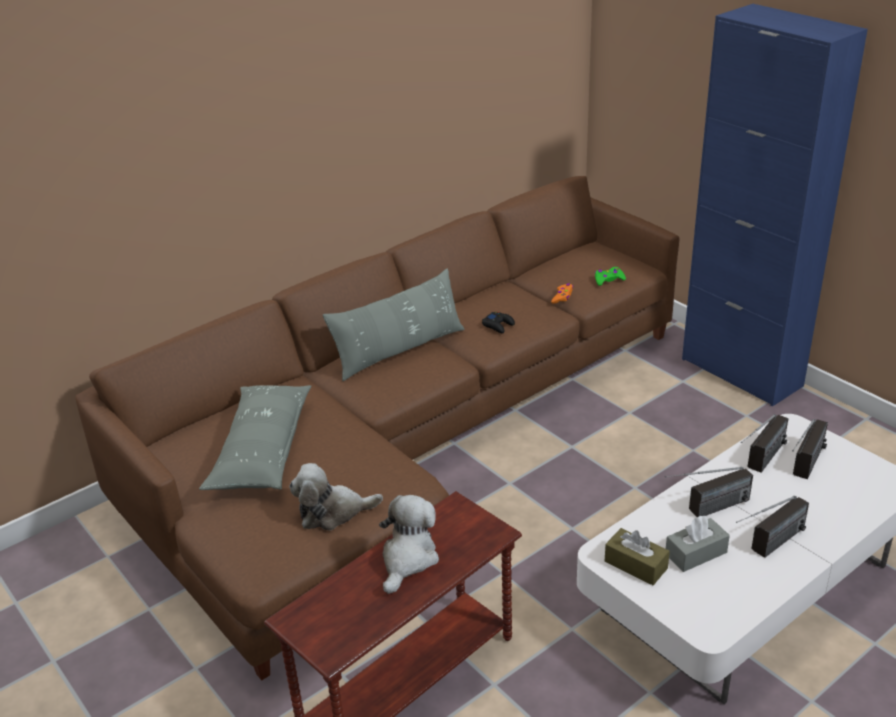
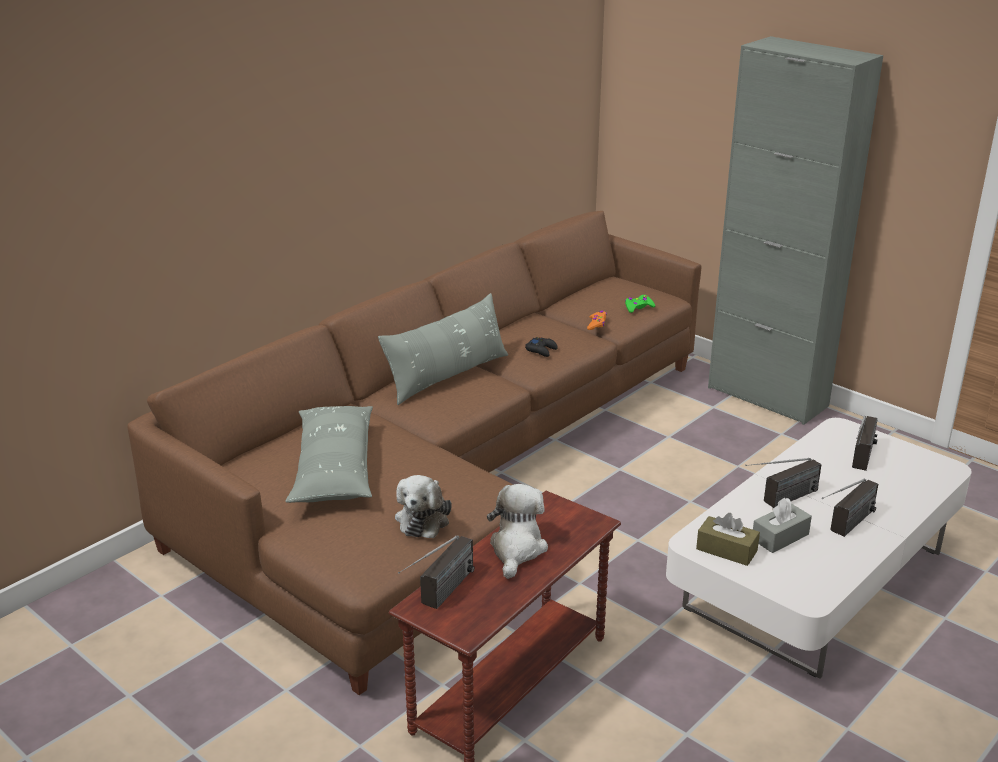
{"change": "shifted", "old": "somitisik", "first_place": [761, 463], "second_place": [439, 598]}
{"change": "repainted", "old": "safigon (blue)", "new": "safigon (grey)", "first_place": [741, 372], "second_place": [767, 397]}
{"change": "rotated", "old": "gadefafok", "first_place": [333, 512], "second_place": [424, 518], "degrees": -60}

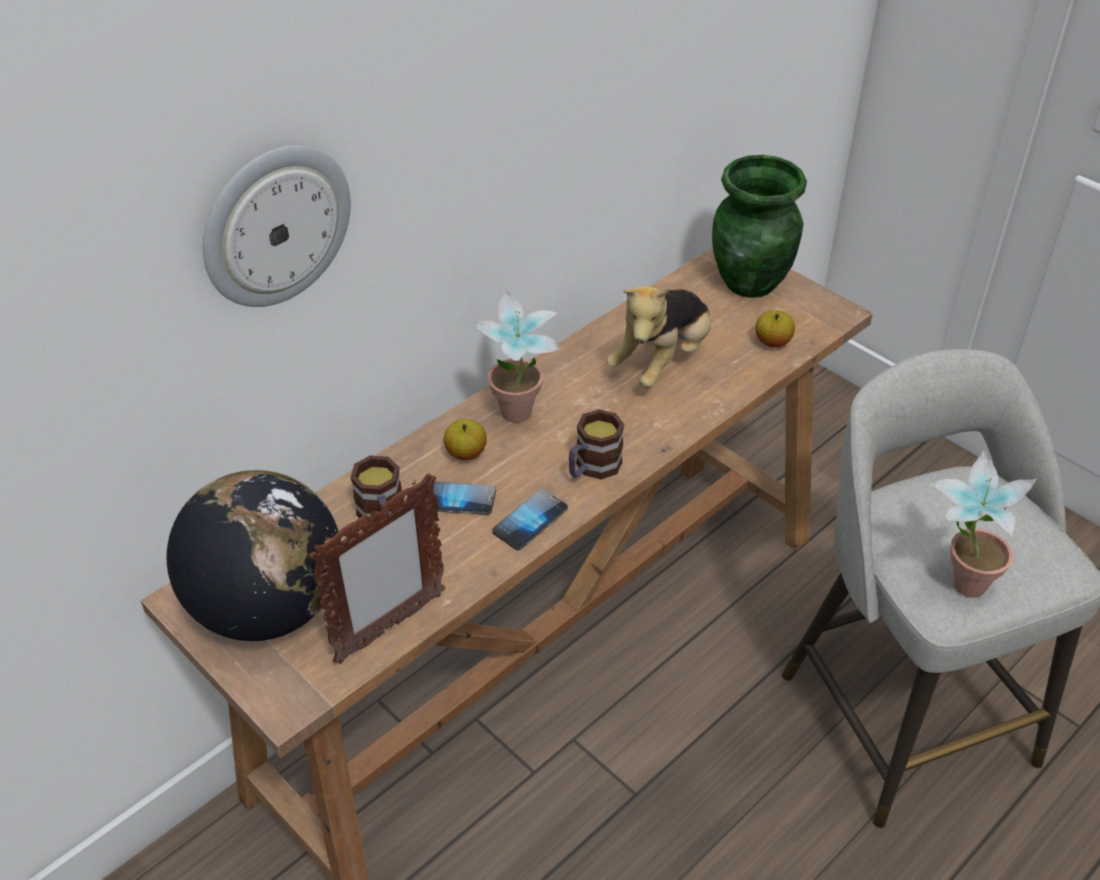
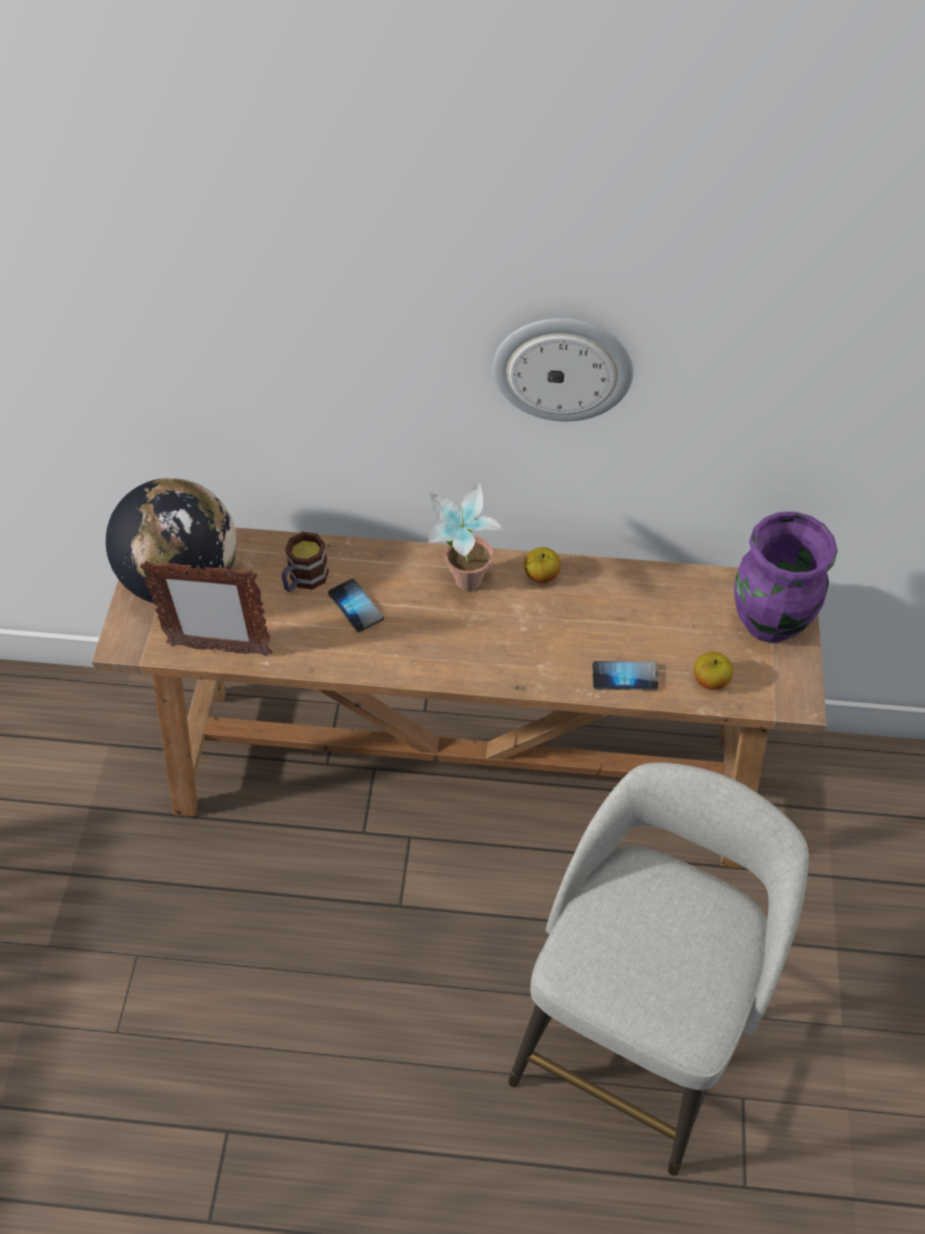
{"change": "gone", "old": "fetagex", "first_place": [592, 468]}
{"change": "gone", "old": "gadefafok", "first_place": [662, 361]}
{"change": "gone", "old": "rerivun", "first_place": [956, 584]}
{"change": "shifted", "old": "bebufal", "first_place": [275, 225], "second_place": [563, 367]}
{"change": "shifted", "old": "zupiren", "first_place": [466, 453], "second_place": [541, 575]}
{"change": "shifted", "old": "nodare", "first_place": [530, 521], "second_place": [624, 677]}
{"change": "repainted", "old": "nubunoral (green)", "new": "nubunoral (purple)", "first_place": [751, 283], "second_place": [769, 623]}

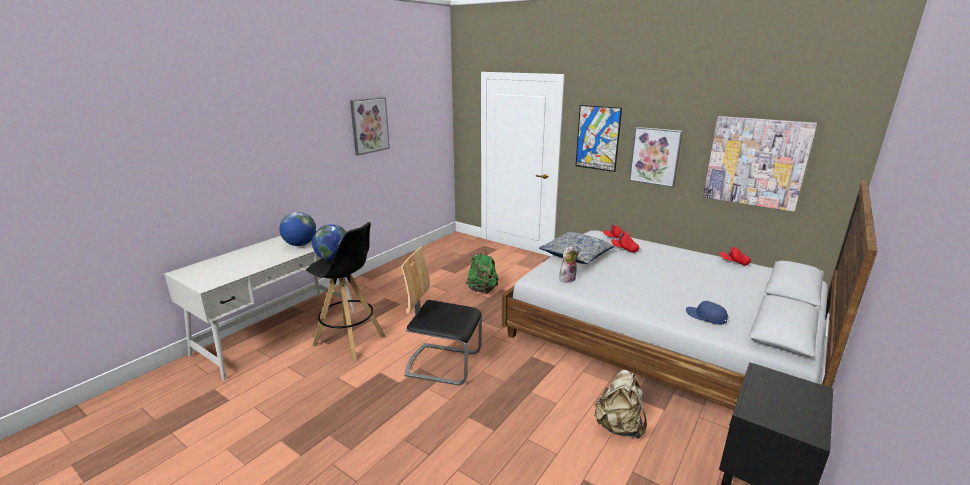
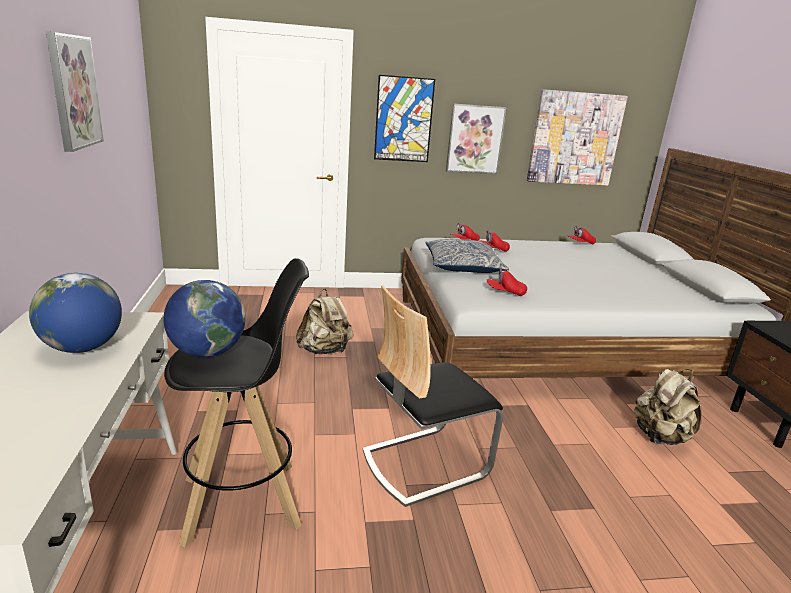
{"change": "gone", "old": "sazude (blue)", "first_place": [706, 317]}
{"change": "swapped", "old": "gadefafok", "new": "sazude (red)", "first_place": [567, 278], "second_place": [505, 292]}
{"change": "repainted", "old": "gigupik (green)", "new": "gigupik (beige)", "first_place": [482, 290], "second_place": [325, 350]}

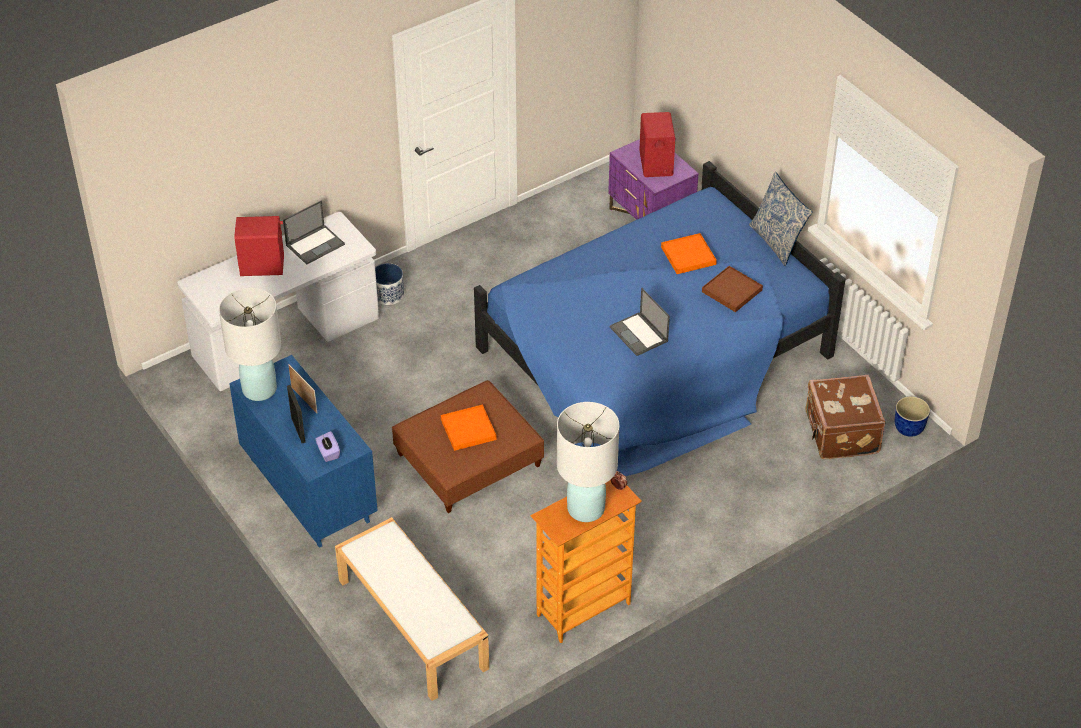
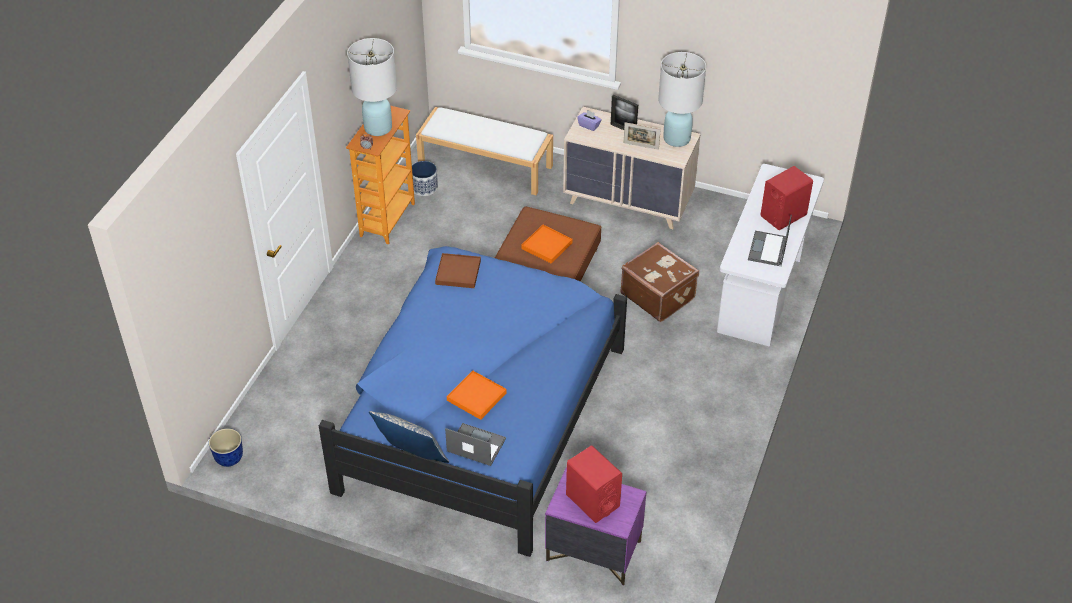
{"change": "shifted", "old": "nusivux", "first_place": [388, 295], "second_place": [424, 187]}
{"change": "shifted", "old": "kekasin", "first_place": [639, 334], "second_place": [475, 445]}
{"change": "shifted", "old": "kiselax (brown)", "first_place": [731, 291], "second_place": [458, 272]}
{"change": "shifted", "old": "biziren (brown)", "first_place": [840, 434], "second_place": [658, 295]}
{"change": "repainted", "old": "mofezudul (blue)", "new": "mofezudul (beige)", "first_place": [308, 490], "second_place": [628, 202]}

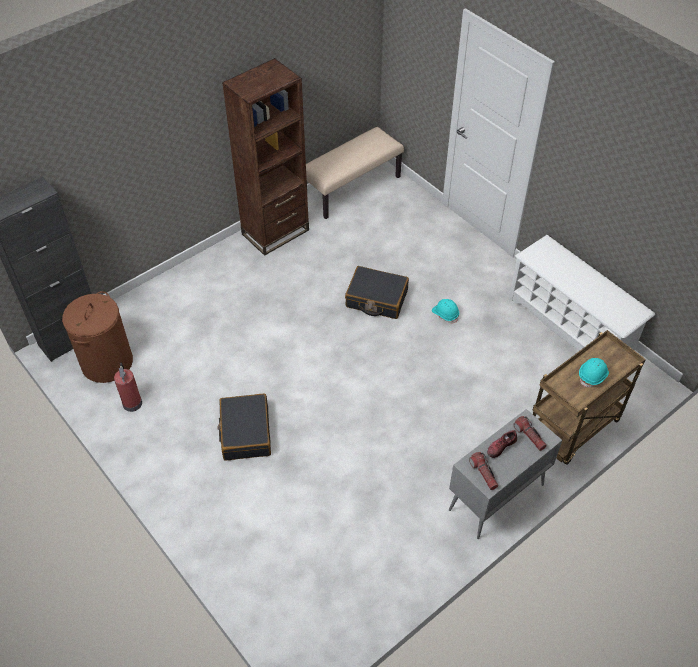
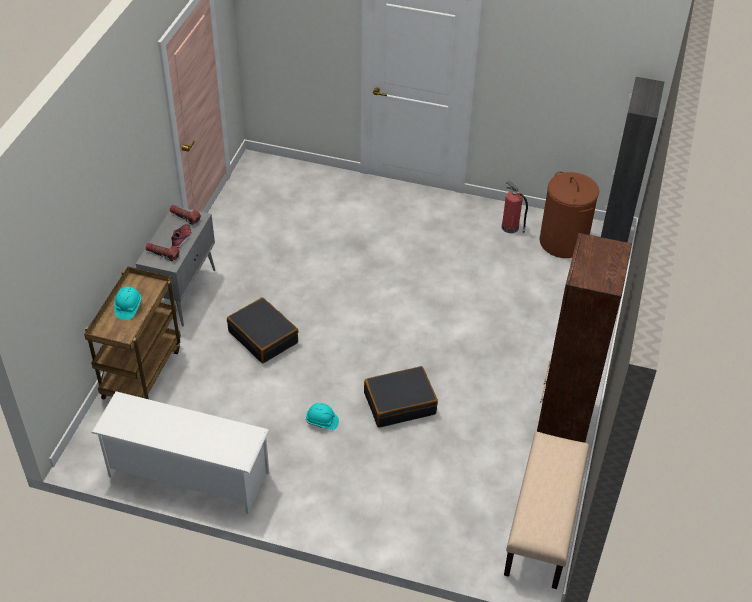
{"change": "shifted", "old": "biziren (black)", "first_place": [245, 432], "second_place": [263, 337]}

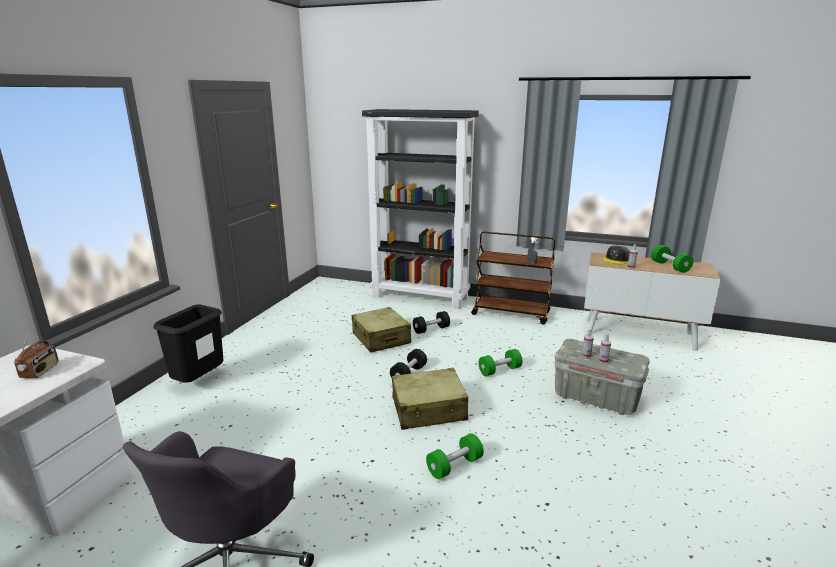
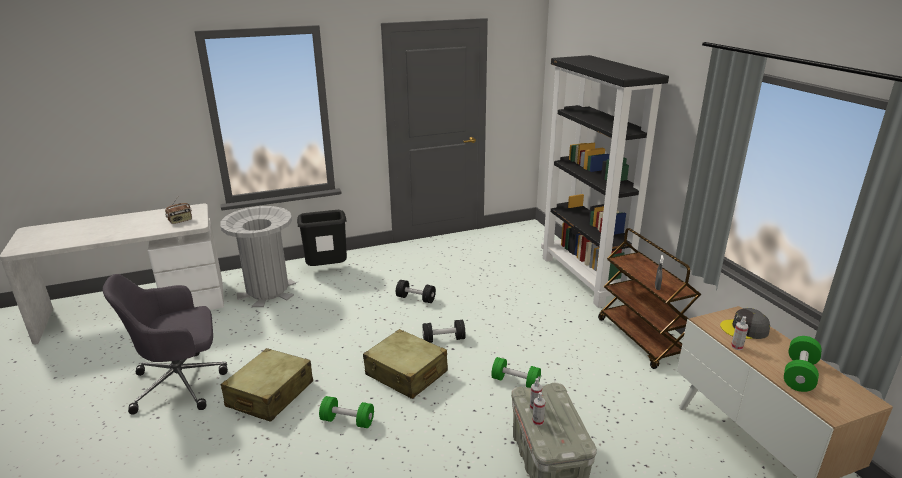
{"change": "new", "new": "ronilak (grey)", "second_place": [268, 291]}
{"change": "shifted", "old": "biziren (beige)", "first_place": [381, 339], "second_place": [270, 394]}
{"change": "shifted", "old": "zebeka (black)", "first_place": [431, 329], "second_place": [415, 298]}

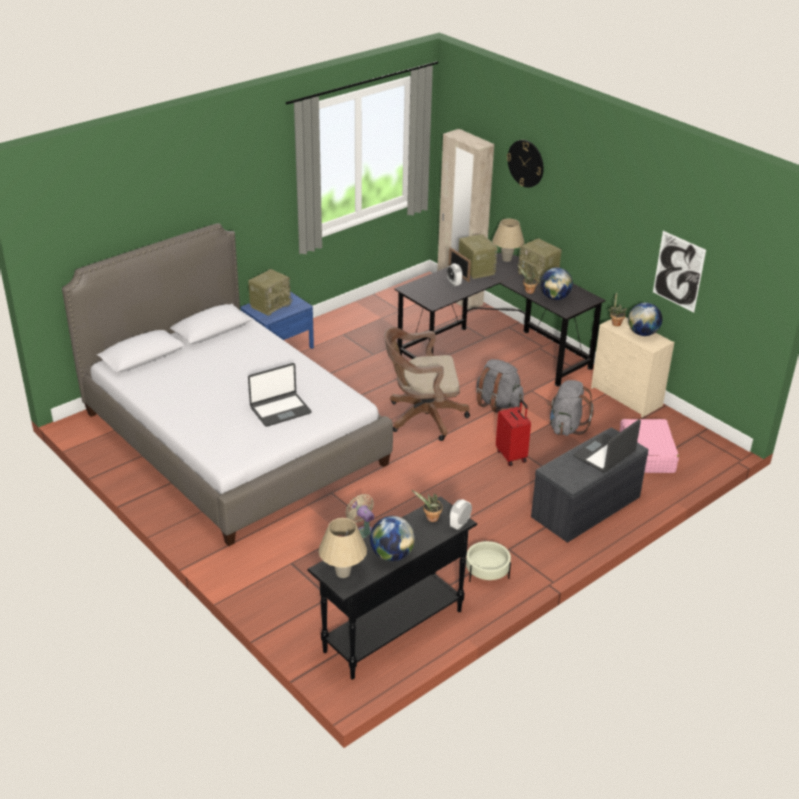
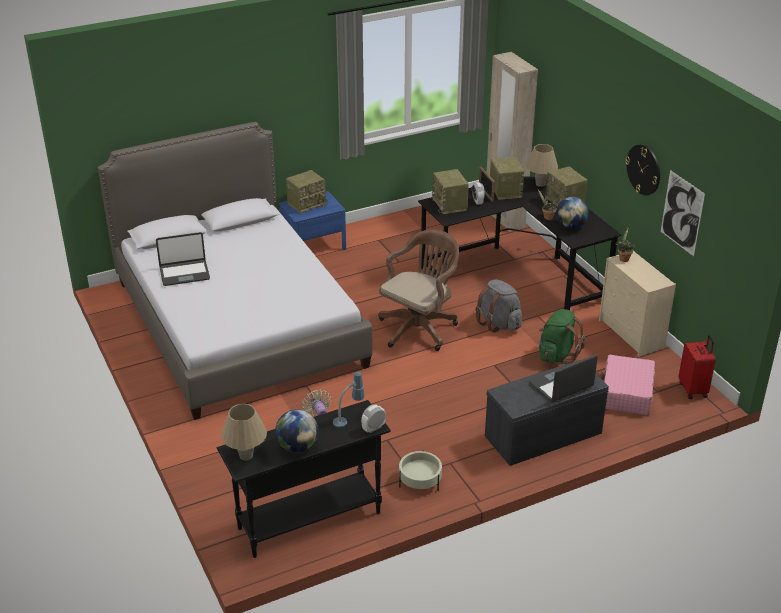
{"change": "gone", "old": "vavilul", "first_place": [642, 333]}
{"change": "new", "new": "somitisik", "second_place": [450, 205]}
{"change": "shifted", "old": "kekasin", "first_place": [280, 410], "second_place": [184, 273]}
{"change": "shifted", "old": "biziren (red)", "first_place": [512, 456], "second_place": [693, 389]}
{"change": "shifted", "old": "bebufal", "first_place": [526, 163], "second_place": [644, 169]}
{"change": "swapped", "old": "rerivun", "new": "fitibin", "first_place": [430, 518], "second_place": [348, 419]}
{"change": "repainted", "old": "gigupik (grey)", "new": "gigupik (green)", "first_place": [566, 427], "second_place": [557, 355]}
{"change": "rotated", "old": "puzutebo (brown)", "first_place": [422, 417], "second_place": [420, 327], "degrees": 120}

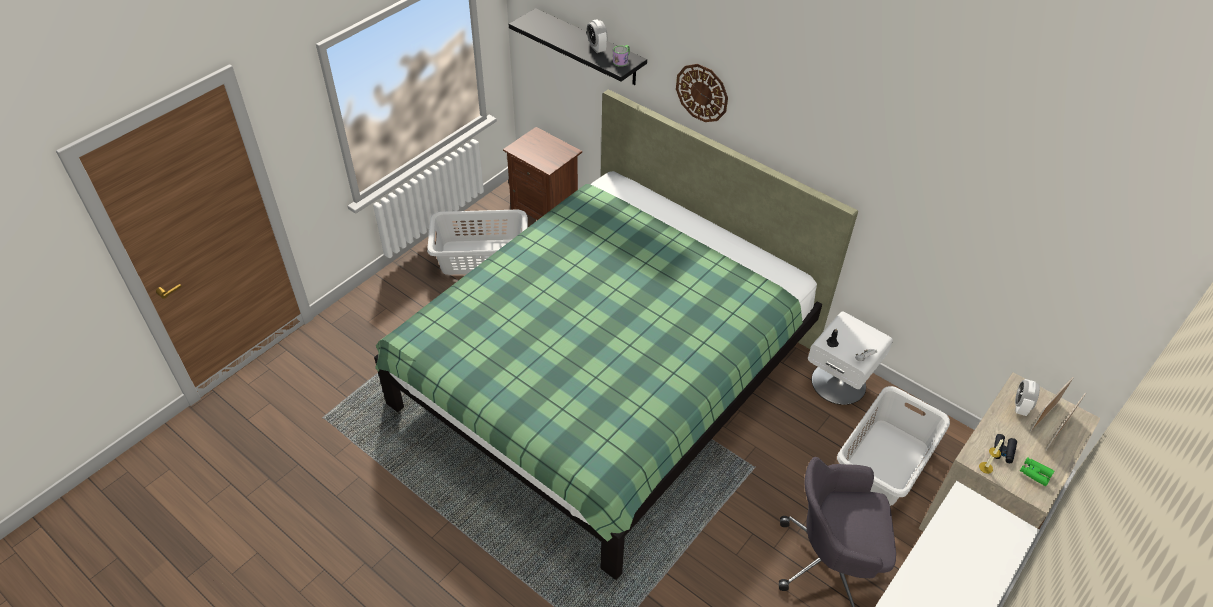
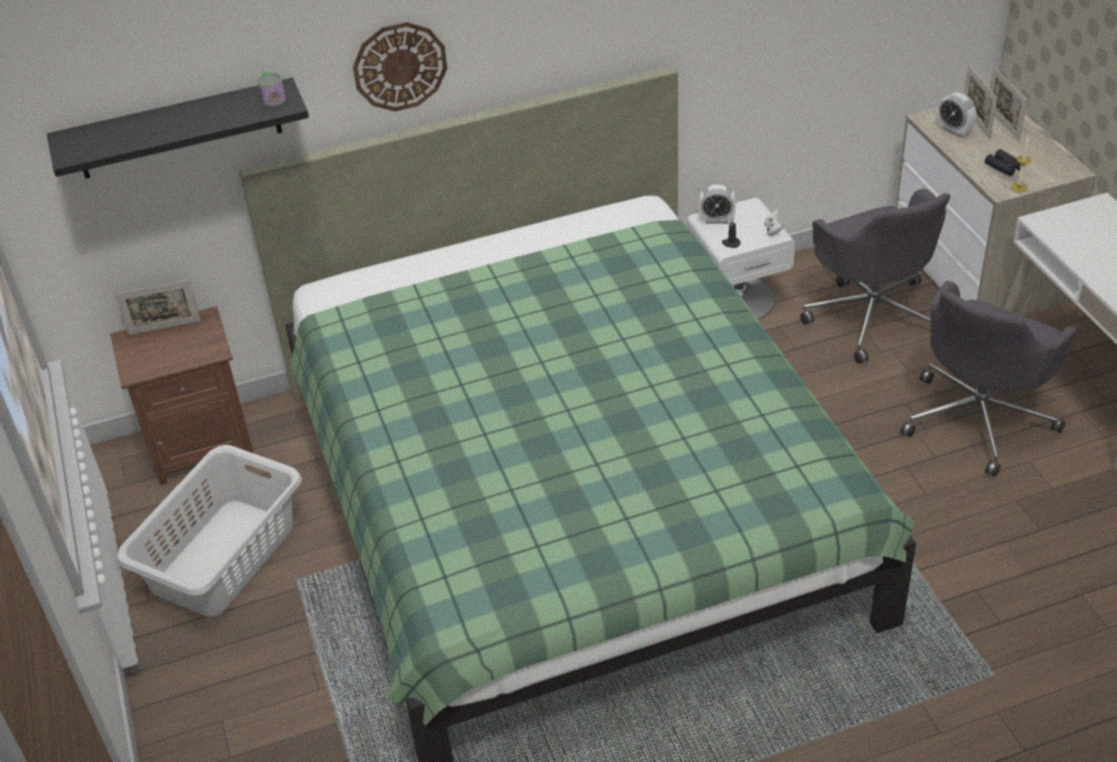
{"change": "gone", "old": "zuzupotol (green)", "first_place": [1035, 473]}
{"change": "new", "new": "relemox", "second_place": [164, 327]}
{"change": "shifted", "old": "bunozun", "first_place": [596, 48], "second_place": [716, 220]}
{"change": "swapped", "old": "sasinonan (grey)", "new": "puzutebo (grey)", "first_place": [883, 462], "second_place": [872, 315]}

